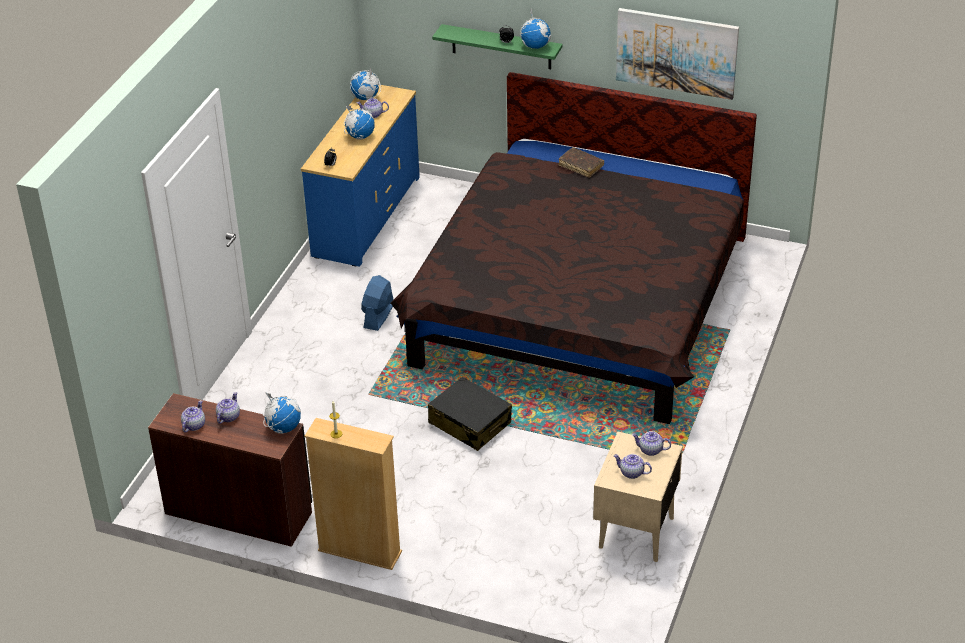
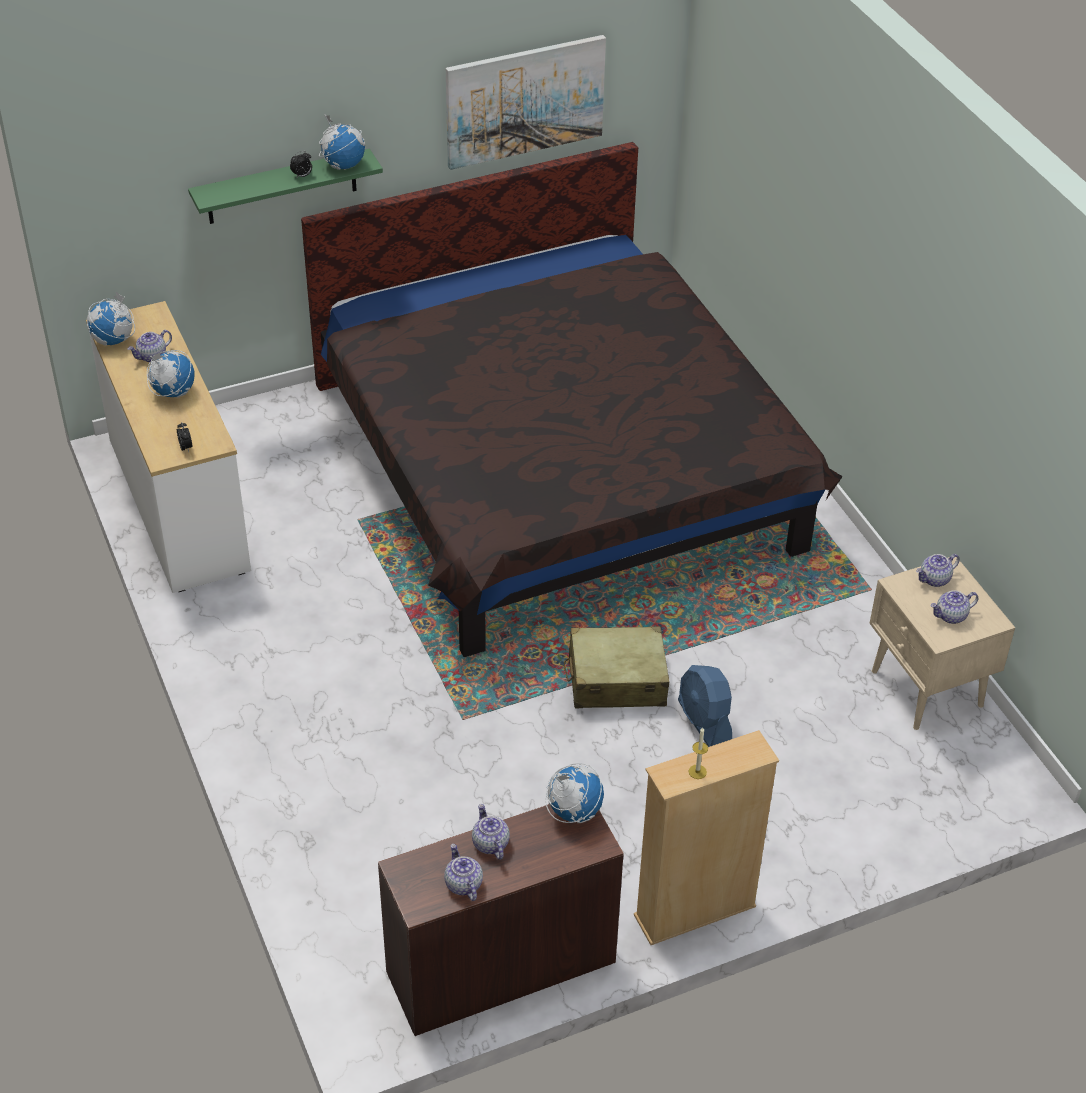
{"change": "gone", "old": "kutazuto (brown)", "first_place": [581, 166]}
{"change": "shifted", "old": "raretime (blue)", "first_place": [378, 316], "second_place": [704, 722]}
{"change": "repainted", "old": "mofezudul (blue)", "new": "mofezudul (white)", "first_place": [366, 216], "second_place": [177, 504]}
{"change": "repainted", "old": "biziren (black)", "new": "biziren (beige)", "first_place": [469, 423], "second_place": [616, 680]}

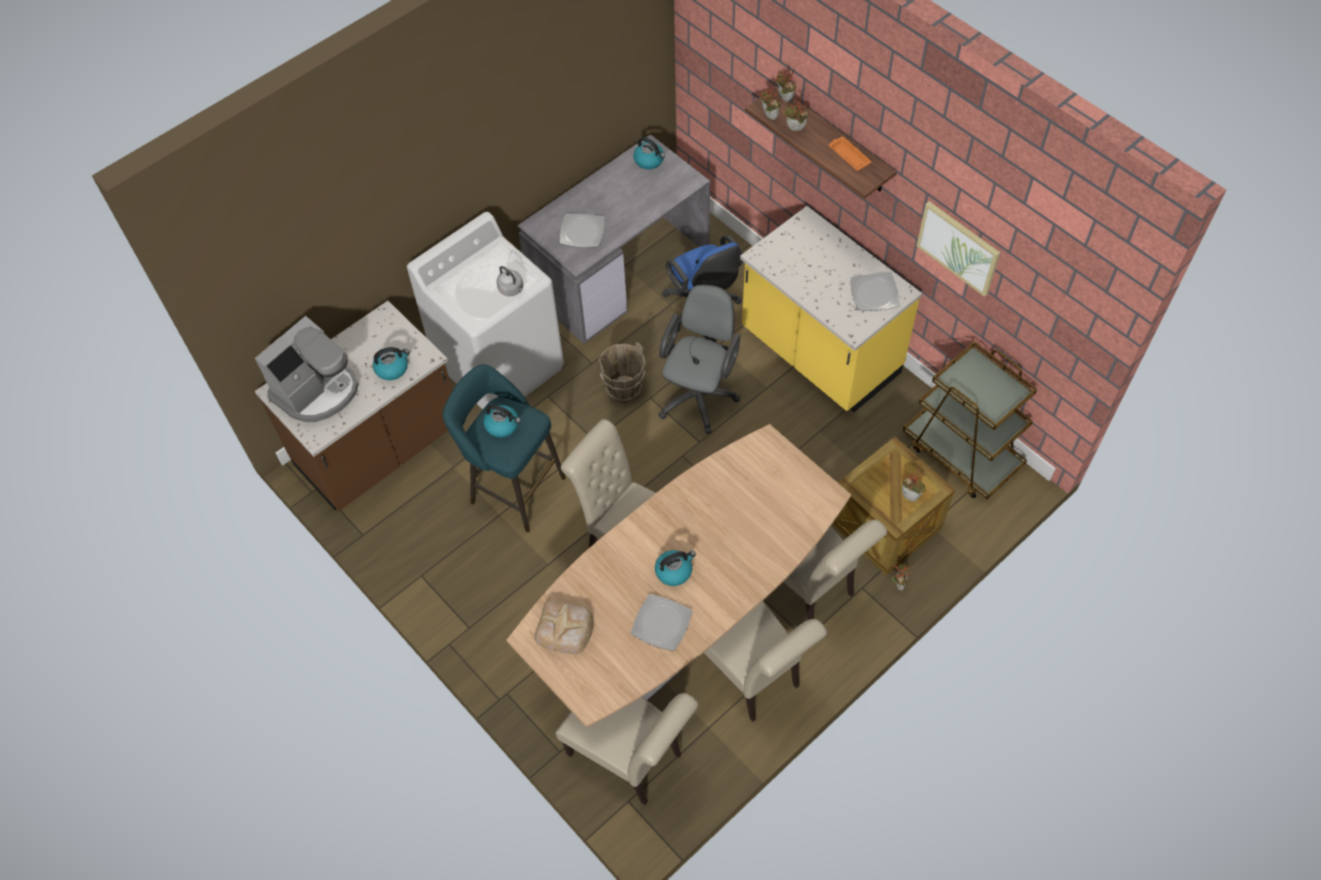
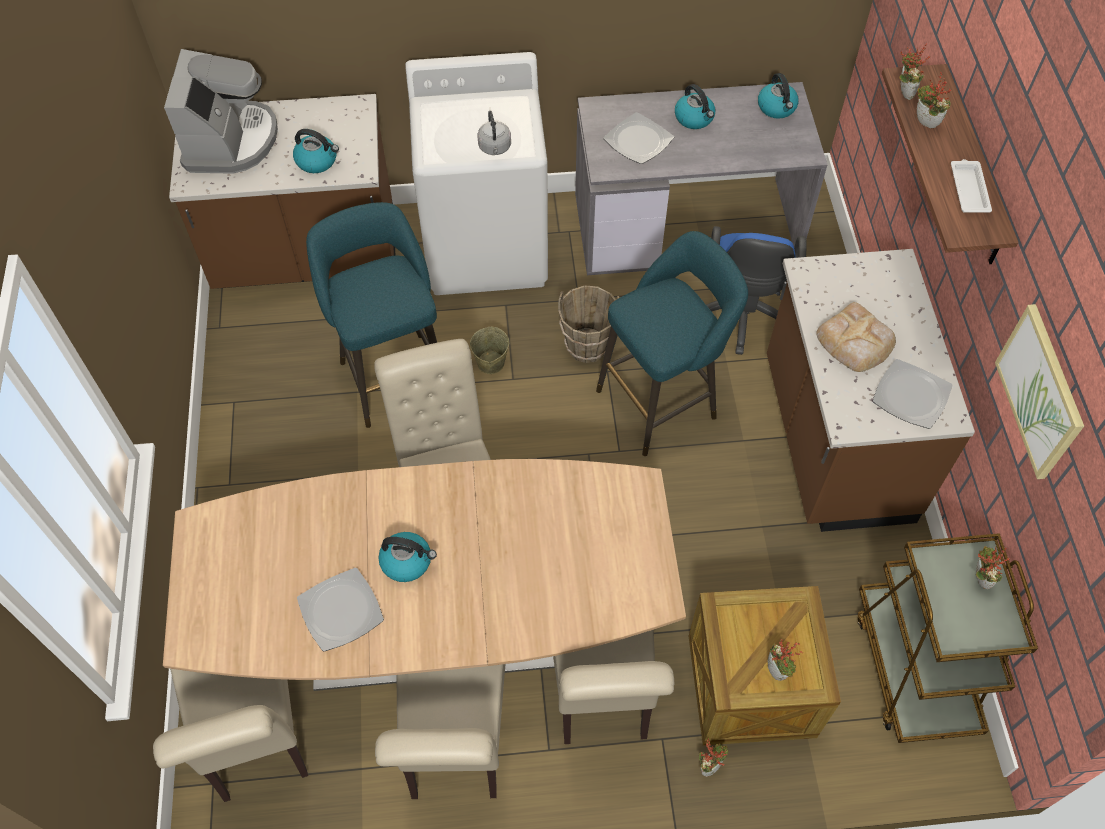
{"change": "new", "new": "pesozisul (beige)", "second_place": [490, 363]}
{"change": "shifted", "old": "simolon", "first_place": [503, 425], "second_place": [694, 118]}
{"change": "shifted", "old": "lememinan", "first_place": [565, 629], "second_place": [855, 342]}
{"change": "shifted", "old": "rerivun", "first_place": [783, 99], "second_place": [978, 578]}
{"change": "swapped", "old": "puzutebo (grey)", "new": "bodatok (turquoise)", "first_place": [699, 394], "second_place": [662, 401]}
{"change": "repainted", "old": "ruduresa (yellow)", "new": "ruduresa (brown)", "first_place": [819, 354], "second_place": [833, 441]}
{"change": "repainted", "old": "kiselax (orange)", "new": "kiselax (white)", "first_place": [848, 155], "second_place": [968, 189]}
{"change": "rotated", "old": "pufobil", "first_place": [317, 391], "second_place": [230, 140], "degrees": -75}

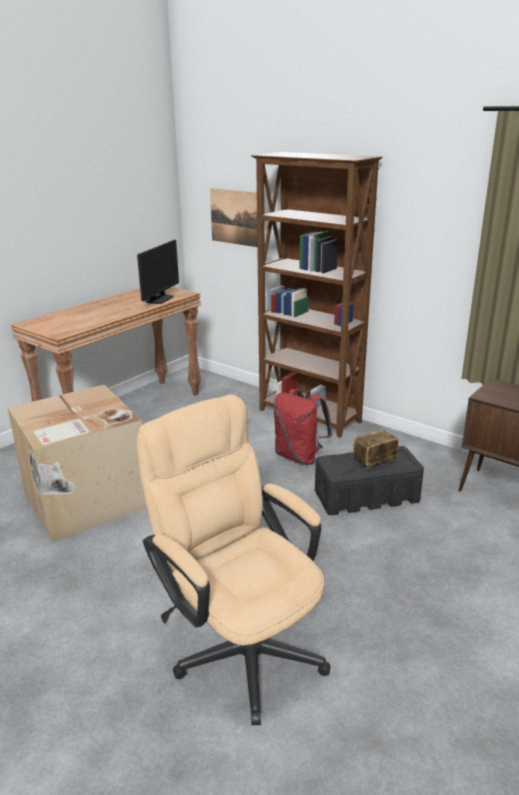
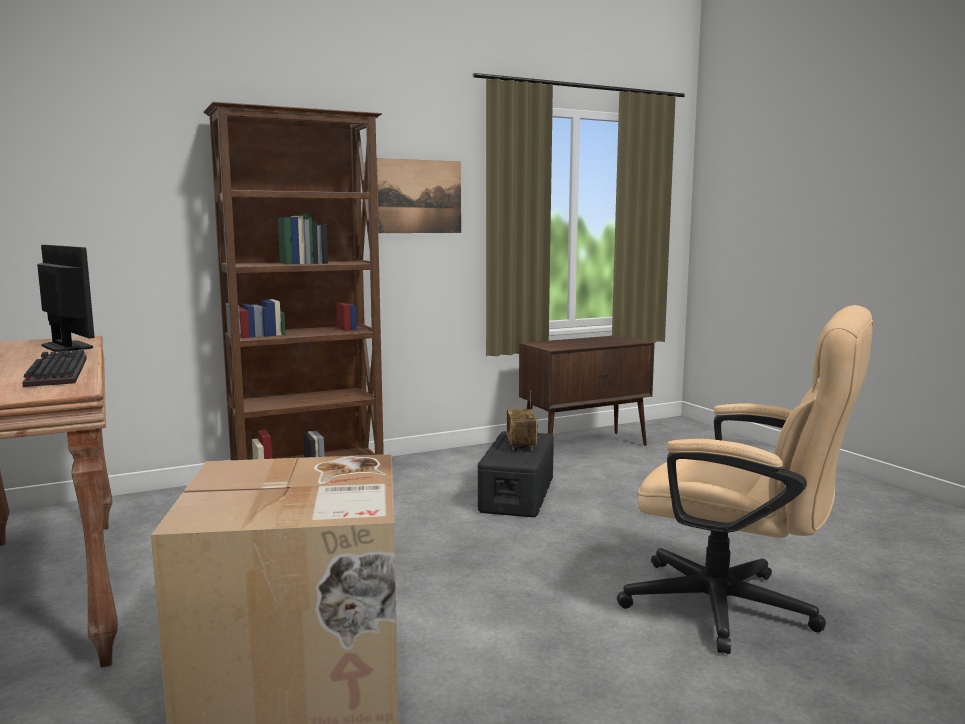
{"change": "gone", "old": "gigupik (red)", "first_place": [299, 457]}
{"change": "new", "new": "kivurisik", "second_place": [54, 372]}
{"change": "shifted", "old": "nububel", "first_place": [236, 217], "second_place": [419, 196]}
{"change": "rotated", "old": "puzutebo (beige)", "first_place": [240, 644], "second_place": [737, 610], "degrees": -135}

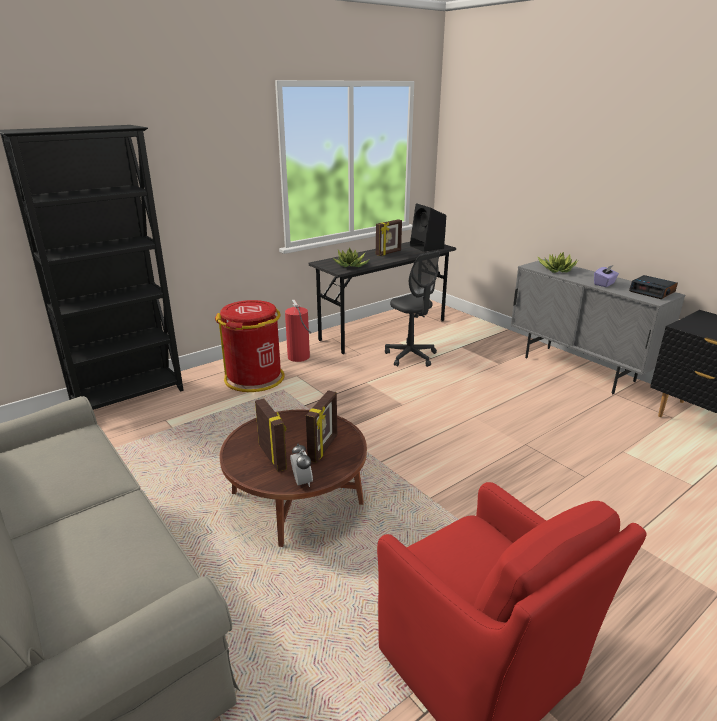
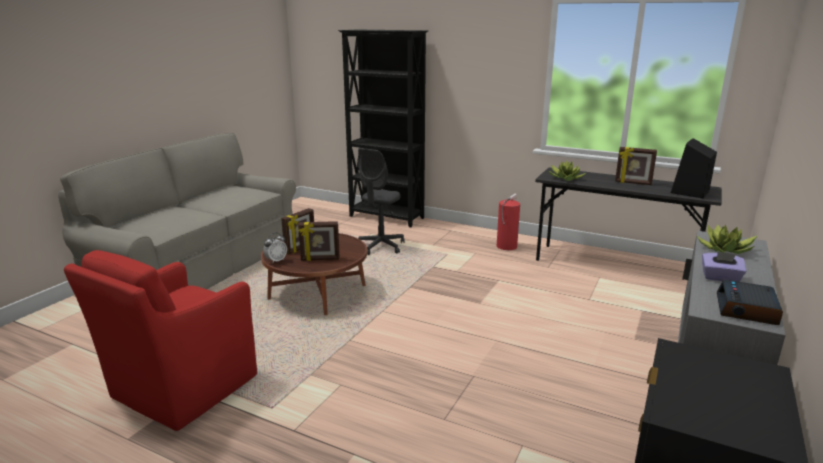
{"change": "gone", "old": "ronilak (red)", "first_place": [255, 378]}
{"change": "shifted", "old": "puzutebo (grey)", "first_place": [411, 356], "second_place": [381, 246]}

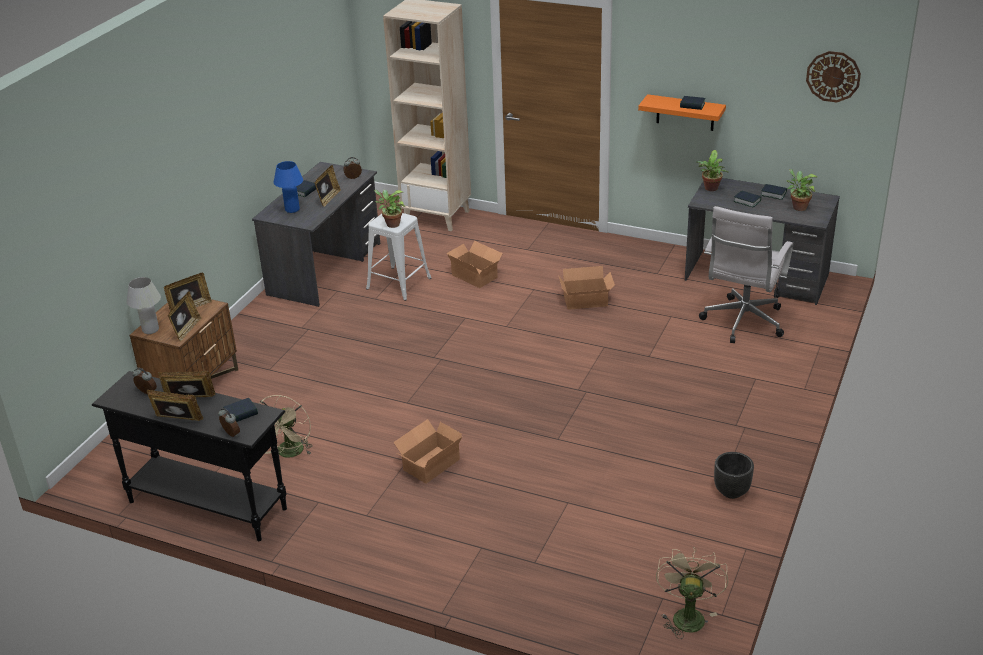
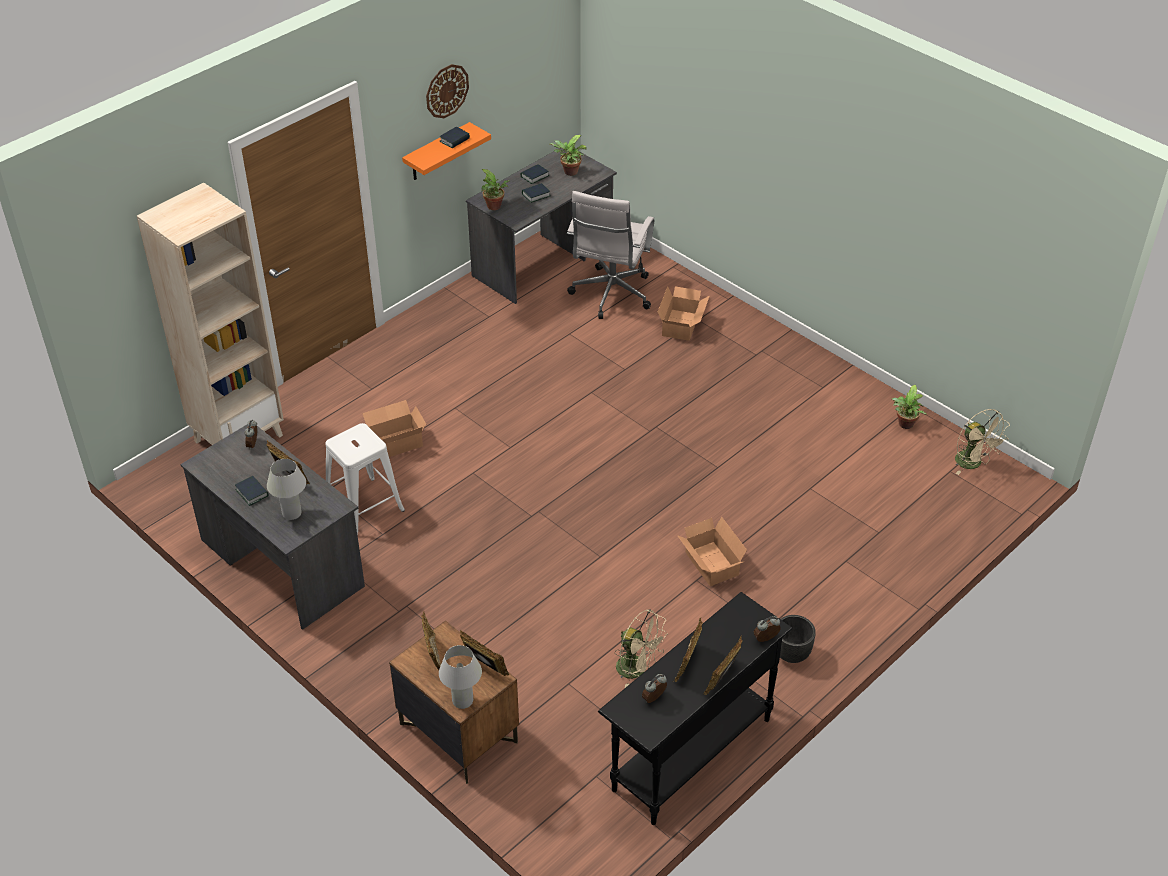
{"change": "gone", "old": "kutazuto", "first_place": [241, 414]}
{"change": "shifted", "old": "rerivun", "first_place": [391, 224], "second_place": [905, 425]}
{"change": "shifted", "old": "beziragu", "first_place": [587, 301], "second_place": [682, 324]}
{"change": "shifted", "old": "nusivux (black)", "first_place": [731, 492], "second_place": [792, 655]}
{"change": "shifted", "old": "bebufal", "first_place": [833, 76], "second_place": [446, 91]}
{"change": "repainted", "old": "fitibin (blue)", "new": "fitibin (white)", "first_place": [292, 209], "second_place": [292, 513]}
{"change": "rotated", "old": "raretime (beige)", "first_place": [687, 615], "second_place": [973, 464], "degrees": -150}
{"change": "rotated", "old": "puzutebo (white)", "first_place": [742, 323], "second_place": [610, 296], "degrees": 60}

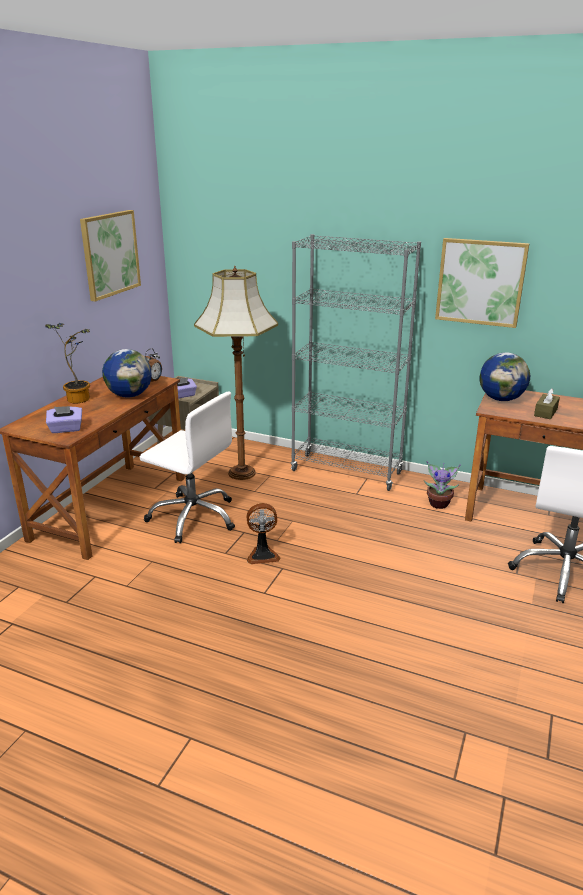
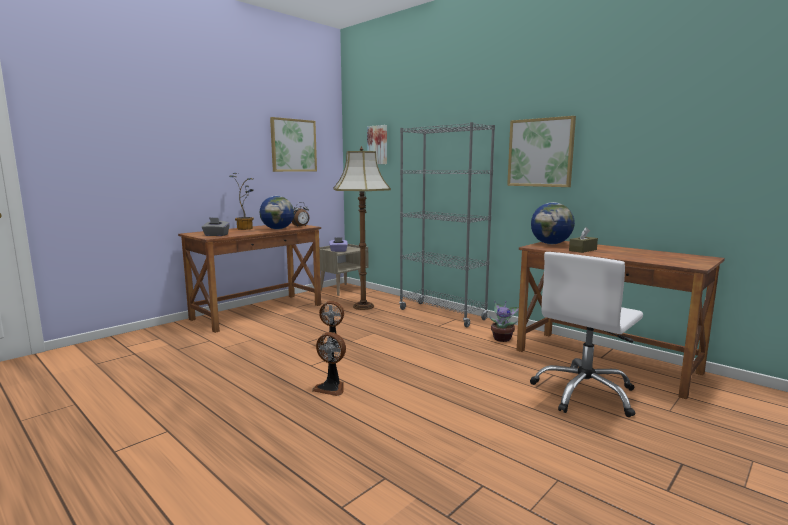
{"change": "gone", "old": "puzutebo (white)", "first_place": [193, 517]}
{"change": "new", "new": "raretime", "second_place": [331, 388]}
{"change": "new", "new": "nububel", "second_place": [378, 145]}
{"change": "repainted", "old": "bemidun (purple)", "new": "bemidun (grey)", "first_place": [66, 429], "second_place": [216, 235]}

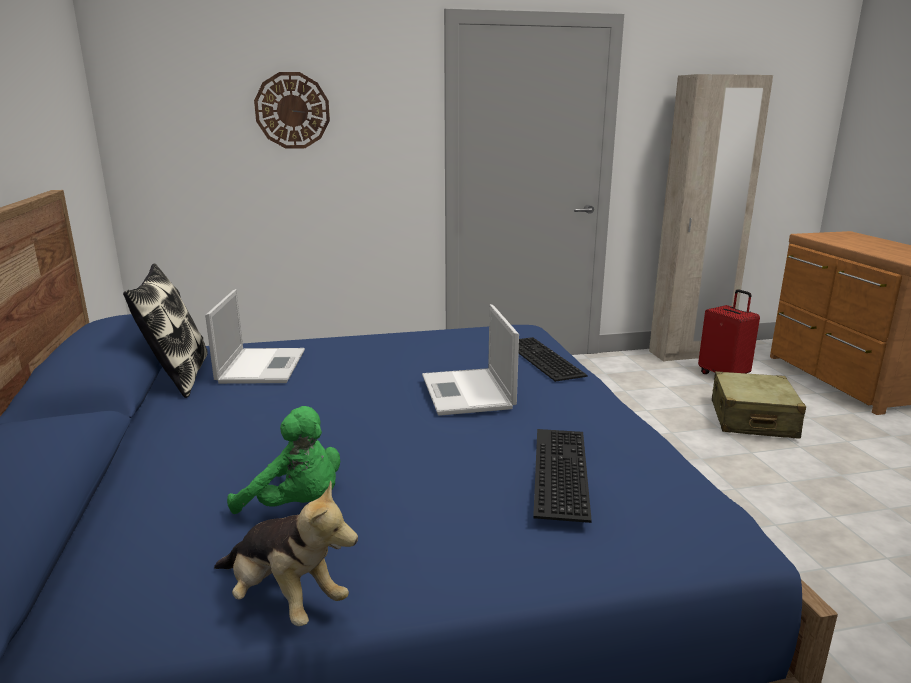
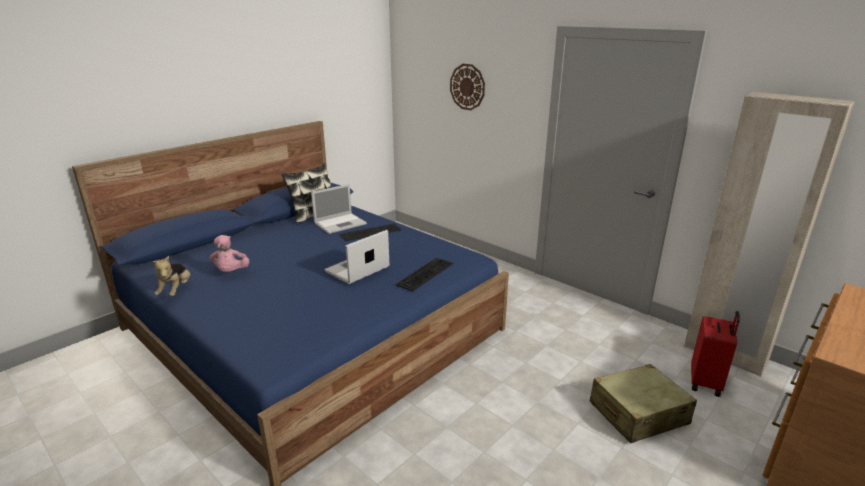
{"change": "shifted", "old": "kivurisik", "first_place": [557, 470], "second_place": [371, 231]}
{"change": "repainted", "old": "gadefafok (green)", "new": "gadefafok (pink)", "first_place": [296, 505], "second_place": [231, 272]}

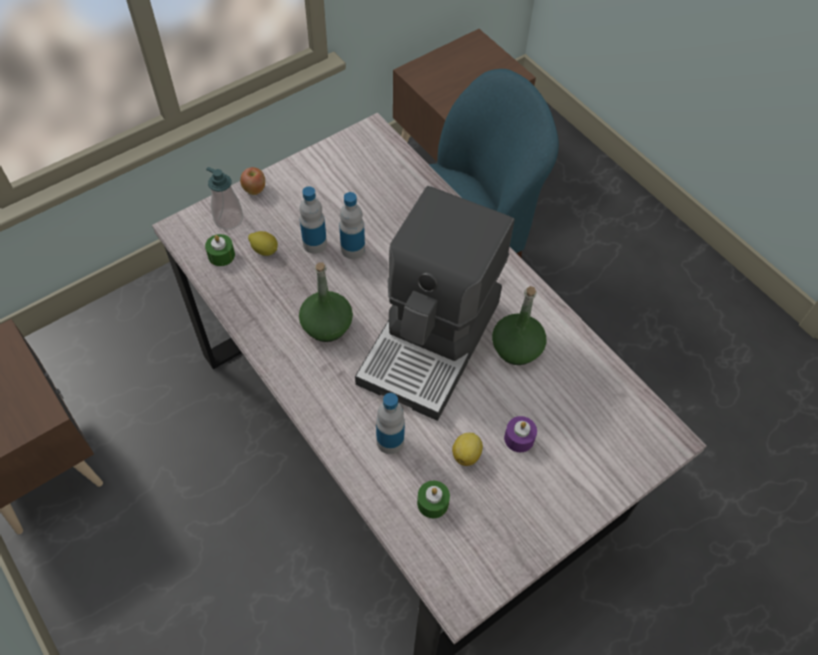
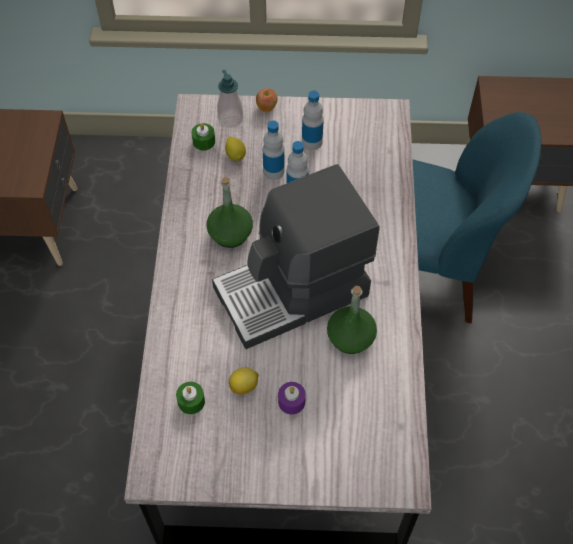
{"change": "shifted", "old": "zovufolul", "first_place": [390, 441], "second_place": [312, 142]}

